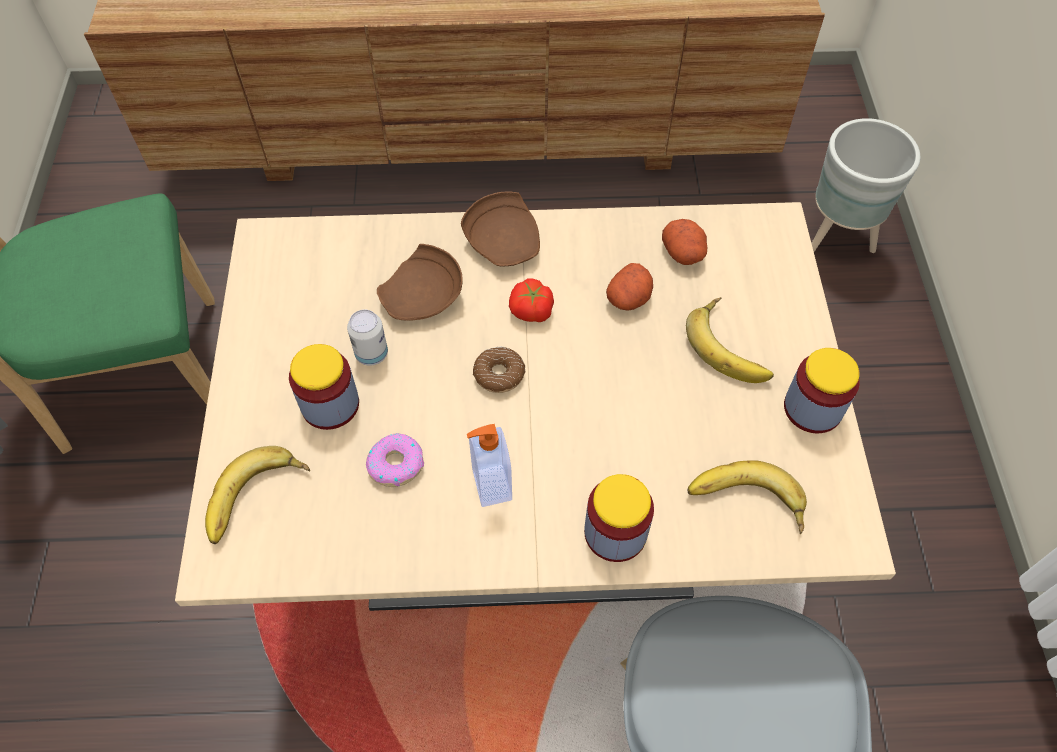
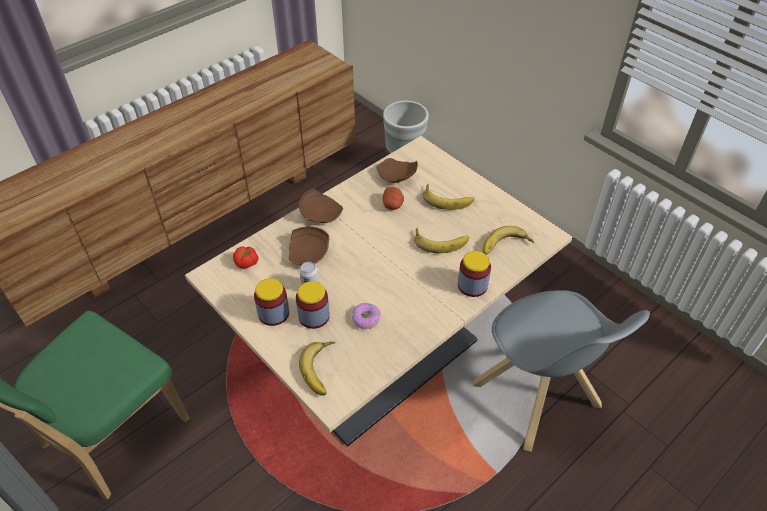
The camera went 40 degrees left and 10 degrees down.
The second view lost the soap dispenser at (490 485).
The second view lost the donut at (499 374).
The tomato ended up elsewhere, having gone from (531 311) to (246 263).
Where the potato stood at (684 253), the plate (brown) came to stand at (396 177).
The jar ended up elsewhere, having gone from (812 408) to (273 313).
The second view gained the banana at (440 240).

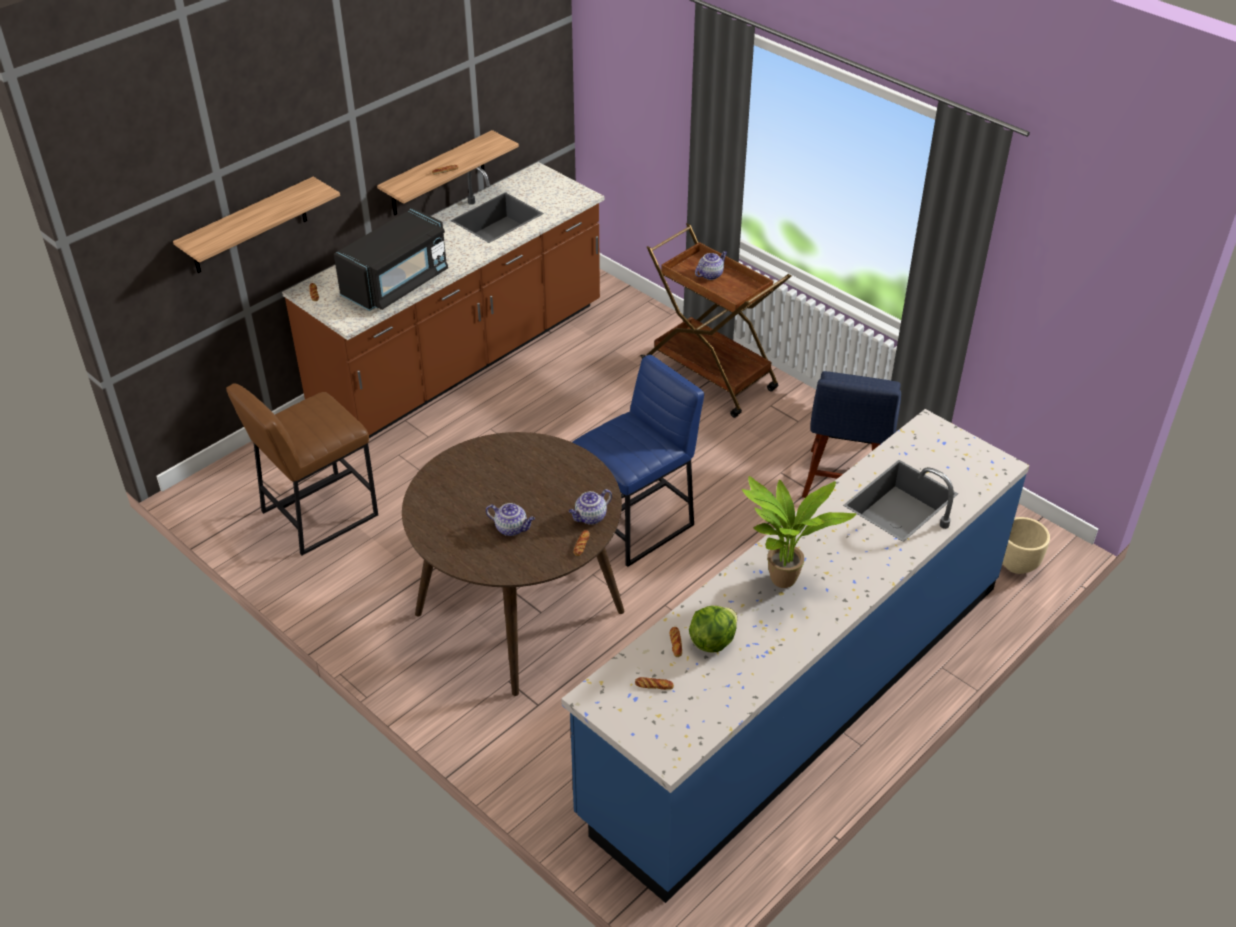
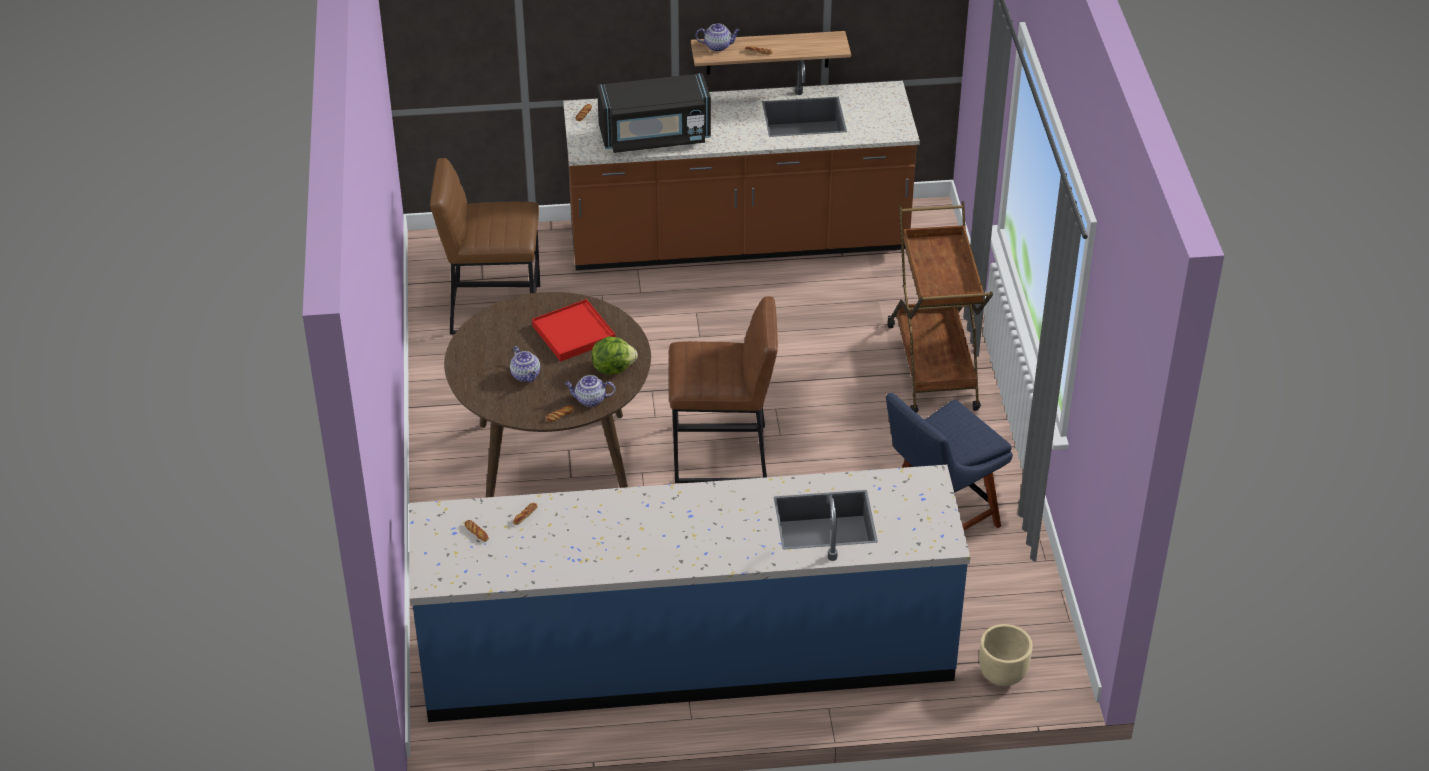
The camera went 40 degrees right and 0 degrees up.
The second view lost the shelf at (249 226).
What was the chair (blue) at (636 523) turned into the chair (brown) at (722 453).
The lettuce ended up elsewhere, having gone from (712 641) to (613 368).
The teapot ended up elsewhere, having gone from (710 274) to (718 46).
The second view lost the potted plant at (782 584).
The second view gained the tray (red) at (574 333).

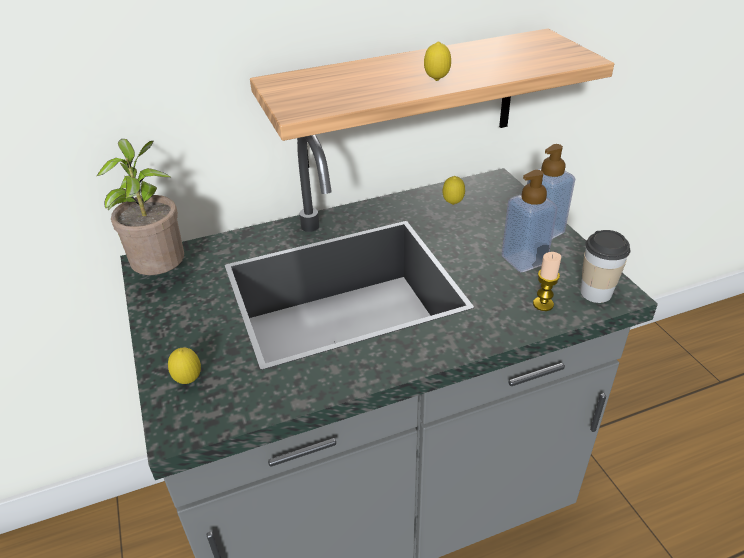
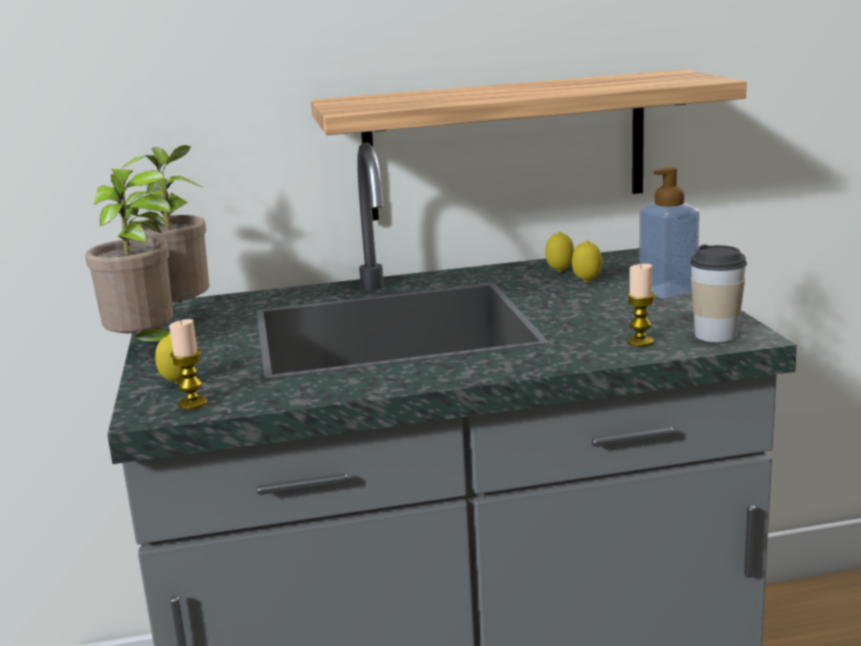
The camera went 10 degrees right and 20 degrees down.
The lemon ended up elsewhere, having gone from (436 80) to (587 282).
The second view lost the soap dispenser at (524 260).
The second view gained the potted plant at (147 350).
The second view gained the candle at (192 403).

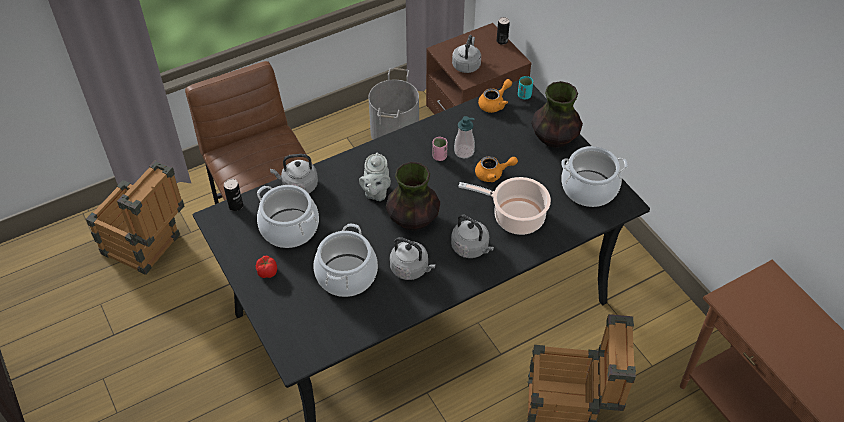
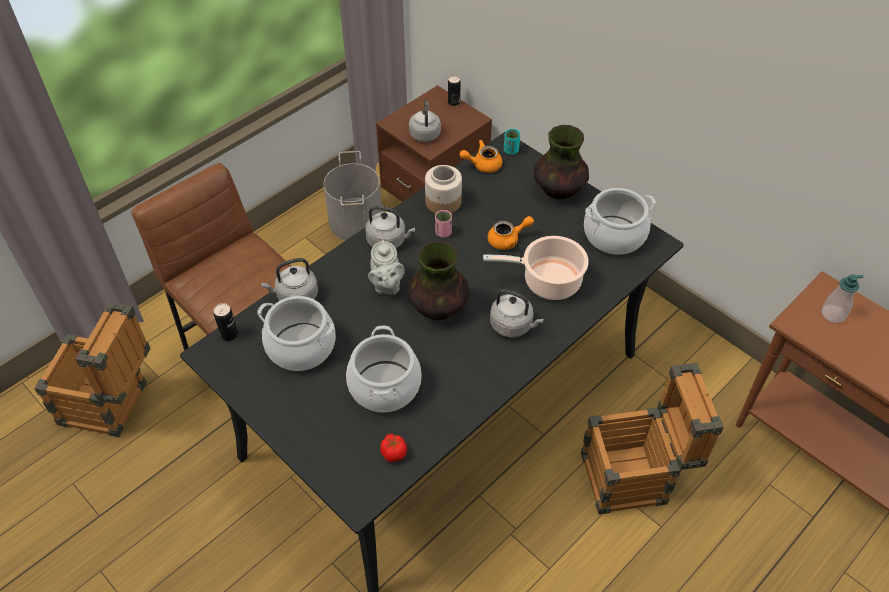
The camera went 15 degrees left and 0 degrees up.
The tomato ended up elsewhere, having gone from (267 271) to (393 453).
The kettle (grey) ended up elsewhere, having gone from (411 269) to (388 241).
The soap dispenser ended up elsewhere, having gone from (464 152) to (833 314).
The teapot (orange) at (494 103) ended up facing another way, 135 degrees counterclockwise from before.
The second view gained the jar at (443 202).

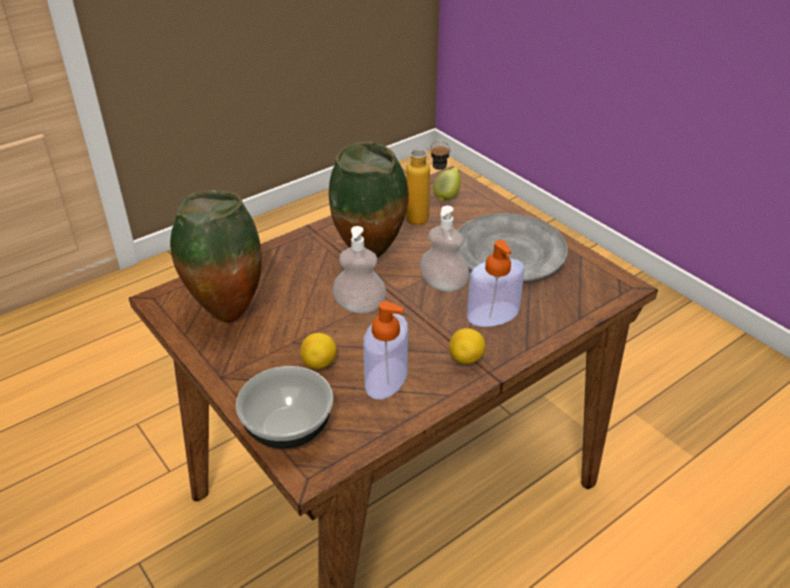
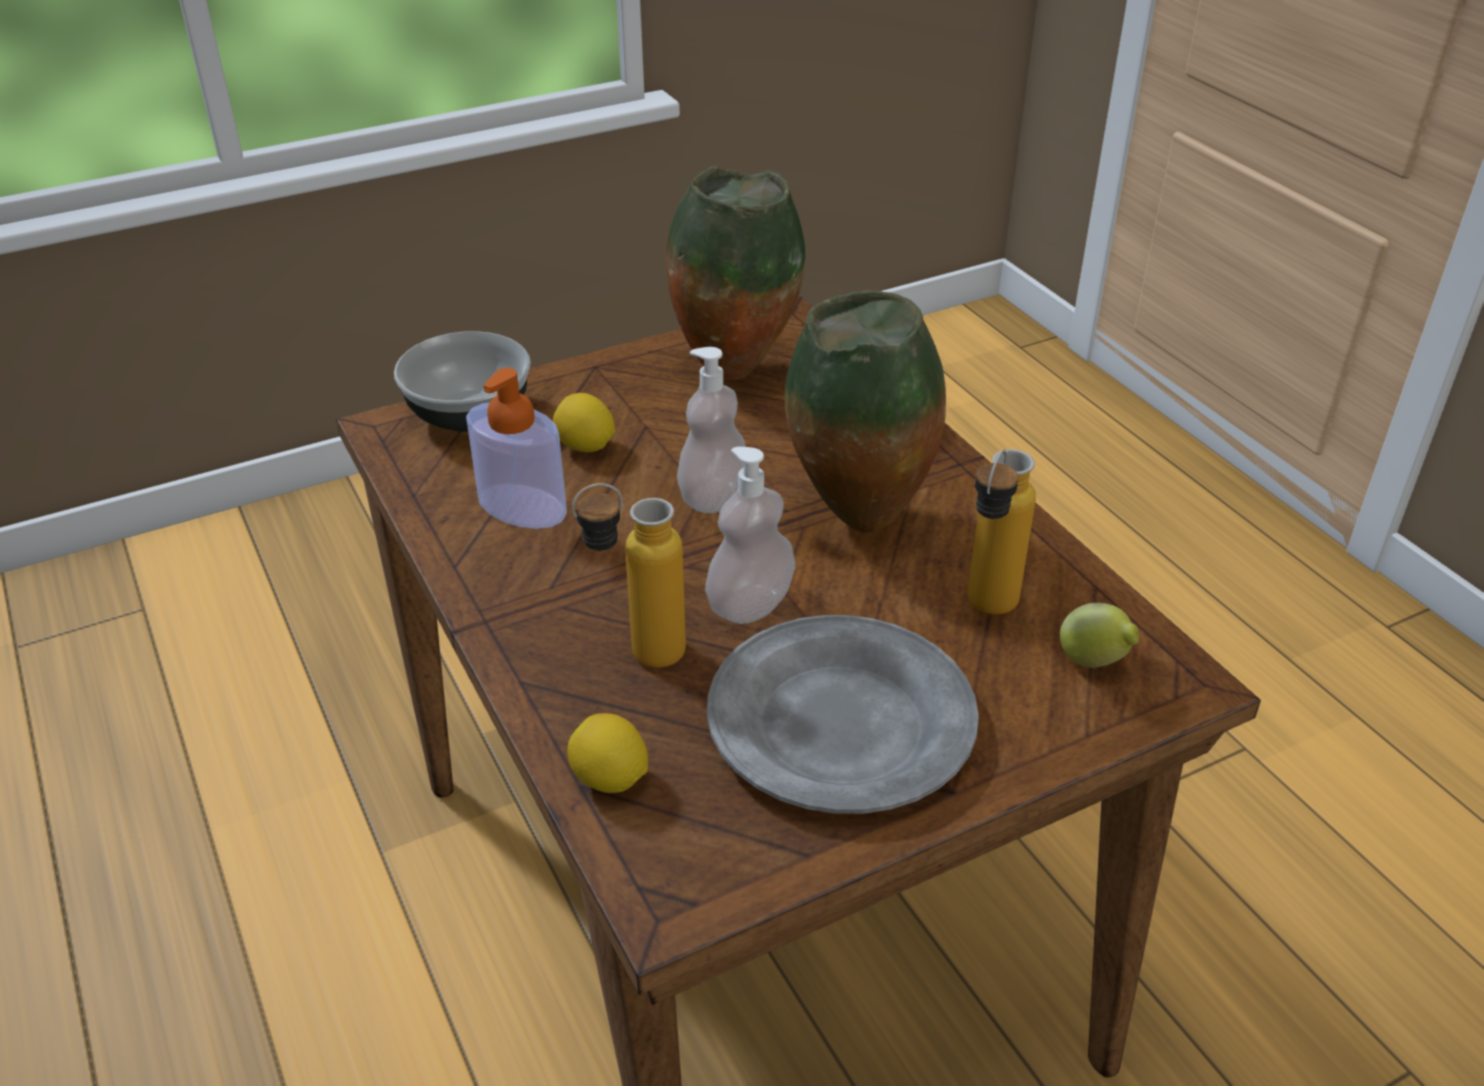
The camera went 100 degrees right and 0 degrees up.
The lemon ended up elsewhere, having gone from (466 359) to (609 779).
Where the soap dispenser stood at (493 314), the bottle came to stand at (636 656).

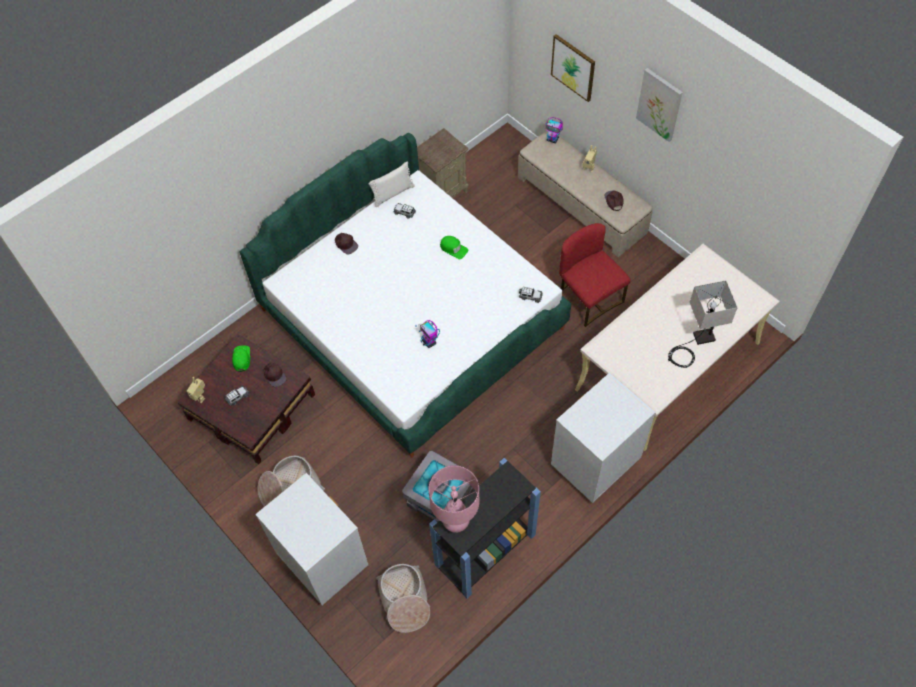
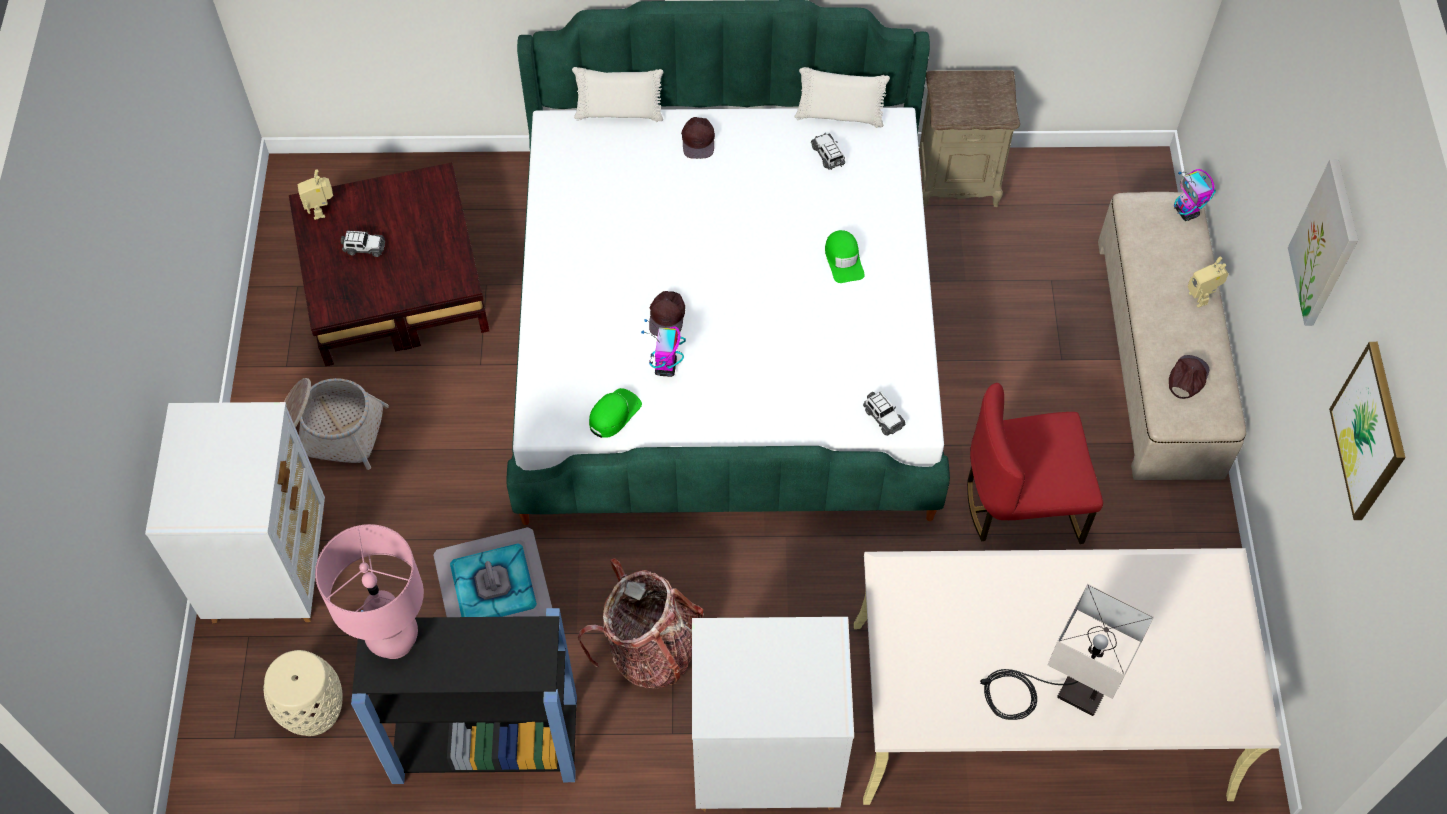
The camera went 40 degrees right and 0 degrees up.
The cap (green) ended up elsewhere, having gone from (241 358) to (614 414).
The cap (brown) ended up elsewhere, having gone from (274 375) to (667 316).
Where the basket stood at (404 600), the stool (beige) came to stand at (312 710).
The picture ended up elsewhere, having gone from (573 67) to (1369 432).
The chair (red) at (589 297) ended up facing another way, 105 degrees counterclockwise from before.
The second view gained the pillow (white) at (619 113).
The second view gained the backpack at (650 649).

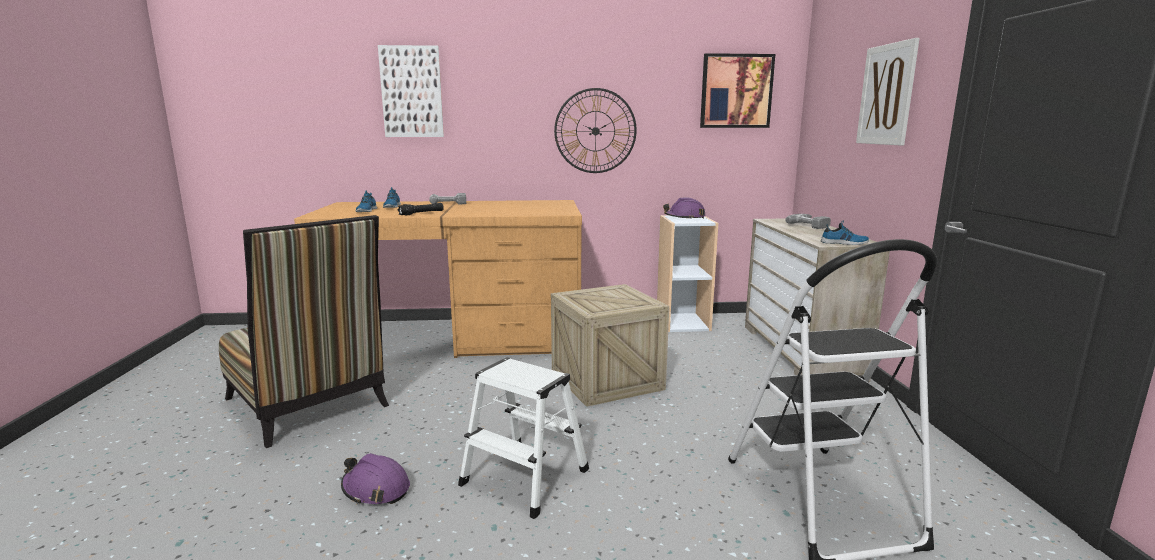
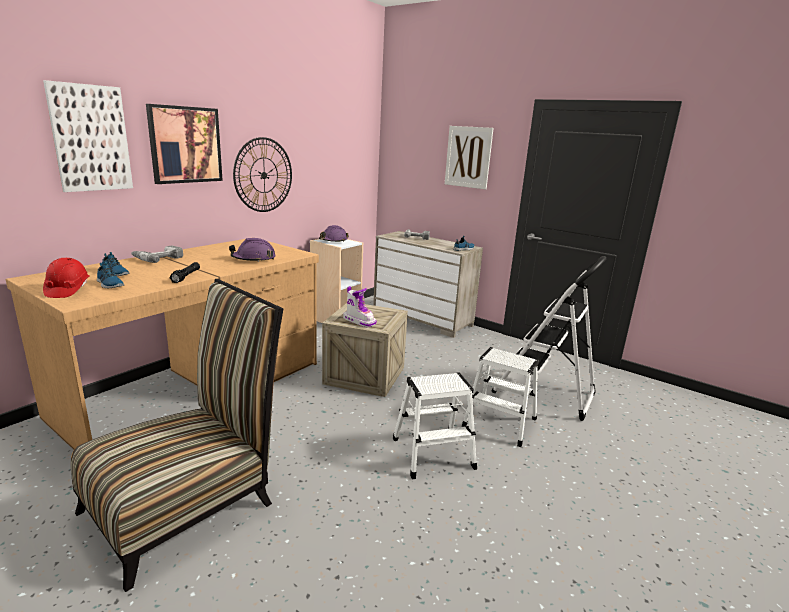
The camera went 50 degrees left and 5 degrees up.
The chair at (310 406) ended up facing another way, 45 degrees counterclockwise from before.
The hard hat (purple) ended up elsewhere, having gone from (375 489) to (253 259).
The picture ended up elsewhere, having gone from (736 91) to (185 145).
The second view gained the hard hat (red) at (67 290).
The second view gained the boot at (359 321).
The second view gained the step ladder (white) at (500 422).

